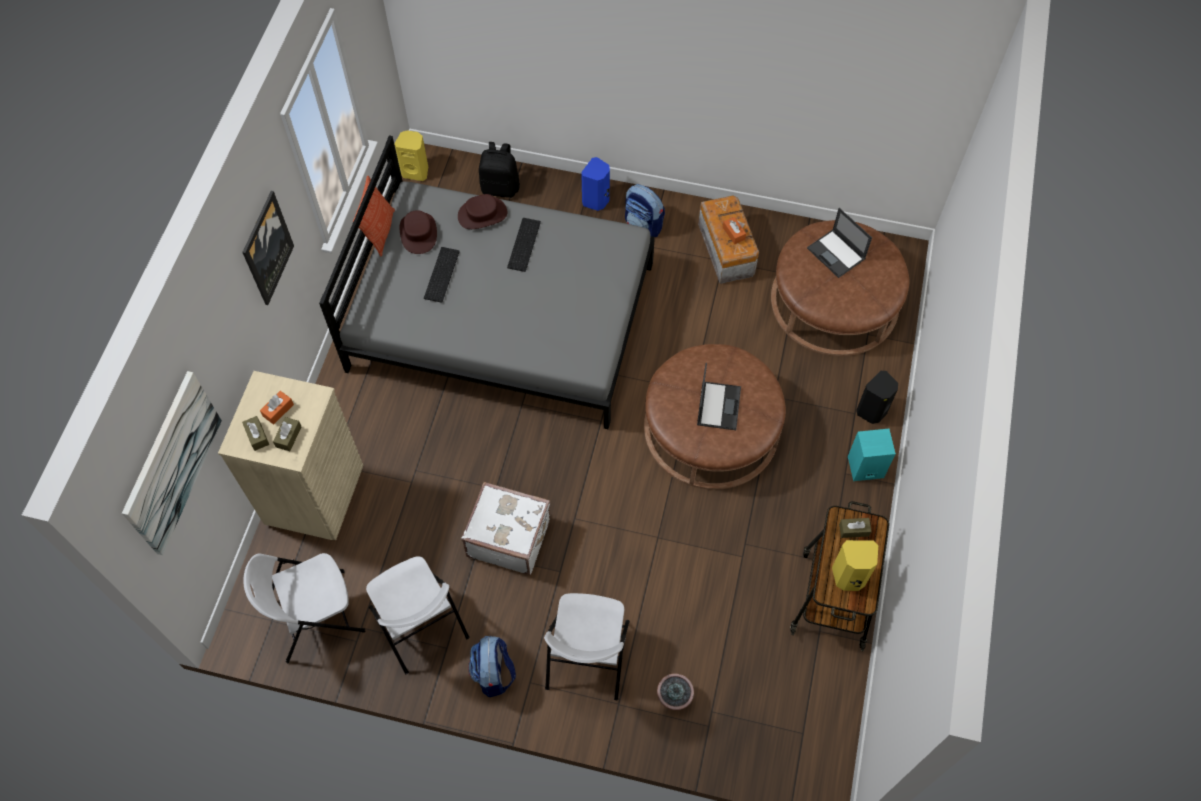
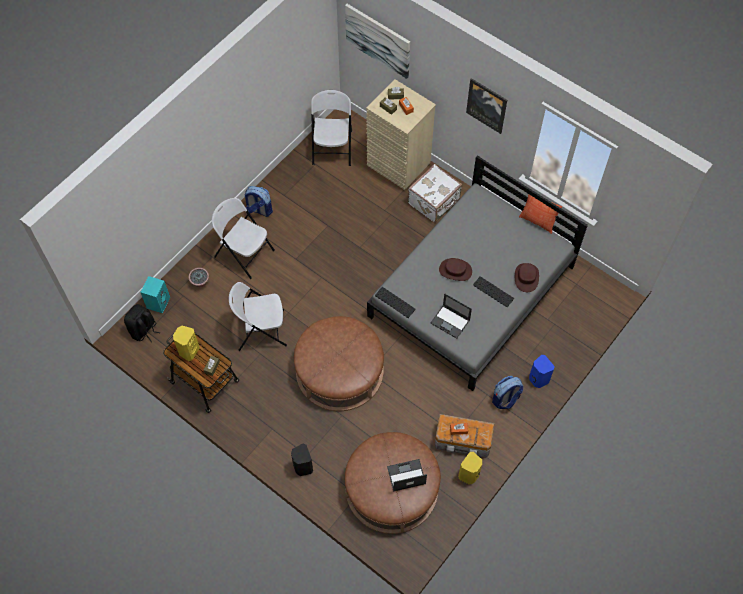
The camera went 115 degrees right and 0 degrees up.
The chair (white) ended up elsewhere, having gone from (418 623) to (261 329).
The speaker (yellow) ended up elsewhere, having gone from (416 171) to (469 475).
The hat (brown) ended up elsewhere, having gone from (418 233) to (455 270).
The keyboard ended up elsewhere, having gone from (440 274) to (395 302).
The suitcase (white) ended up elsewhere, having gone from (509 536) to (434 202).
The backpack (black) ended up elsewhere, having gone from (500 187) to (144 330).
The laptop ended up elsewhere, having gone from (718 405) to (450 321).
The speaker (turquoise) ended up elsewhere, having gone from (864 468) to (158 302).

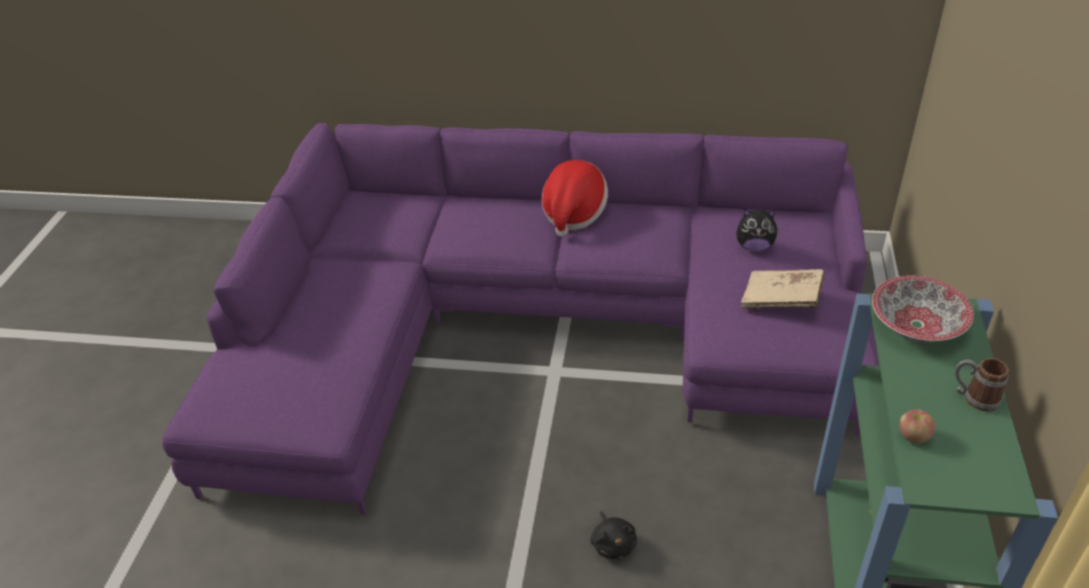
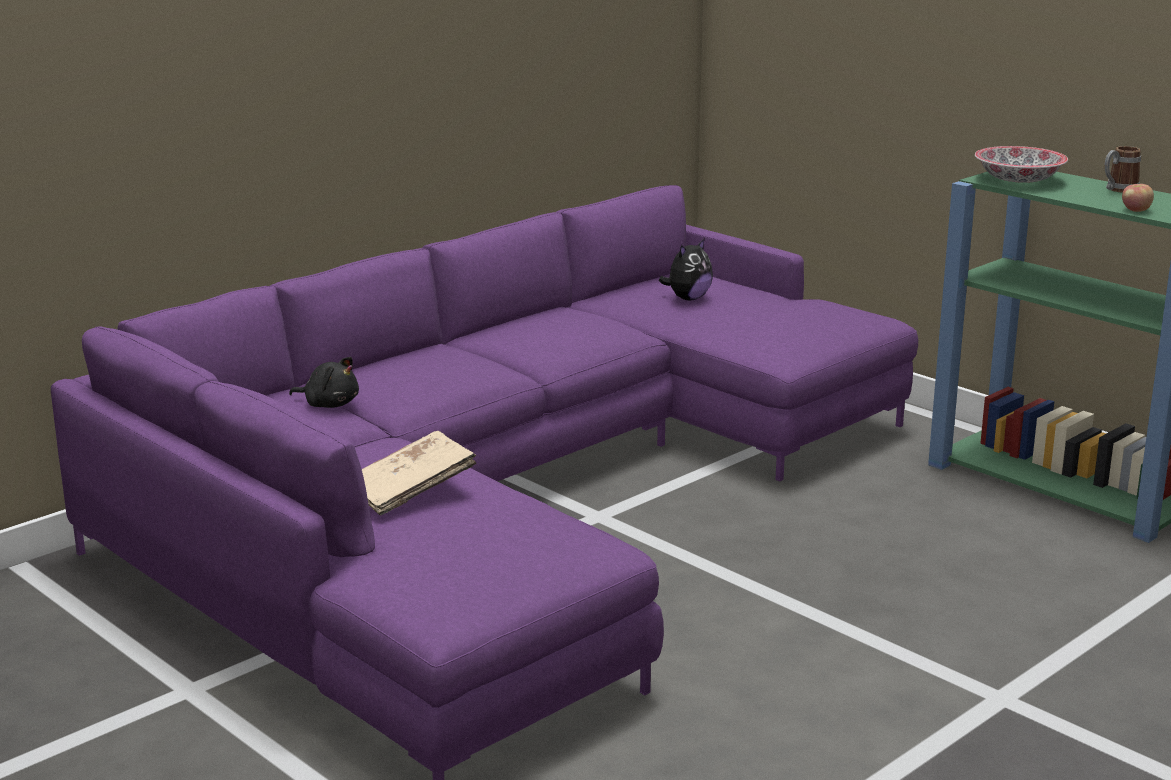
The camera went 55 degrees left and 20 degrees down.
The second view lost the hat at (573 213).
The plush toy (black) ended up elsewhere, having gone from (613 543) to (329 404).
The book (beige) ended up elsewhere, having gone from (781 299) to (411 491).

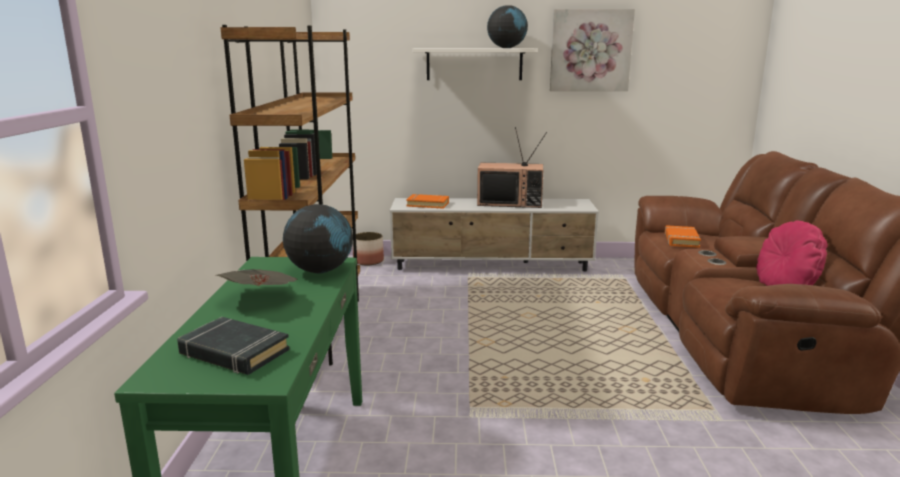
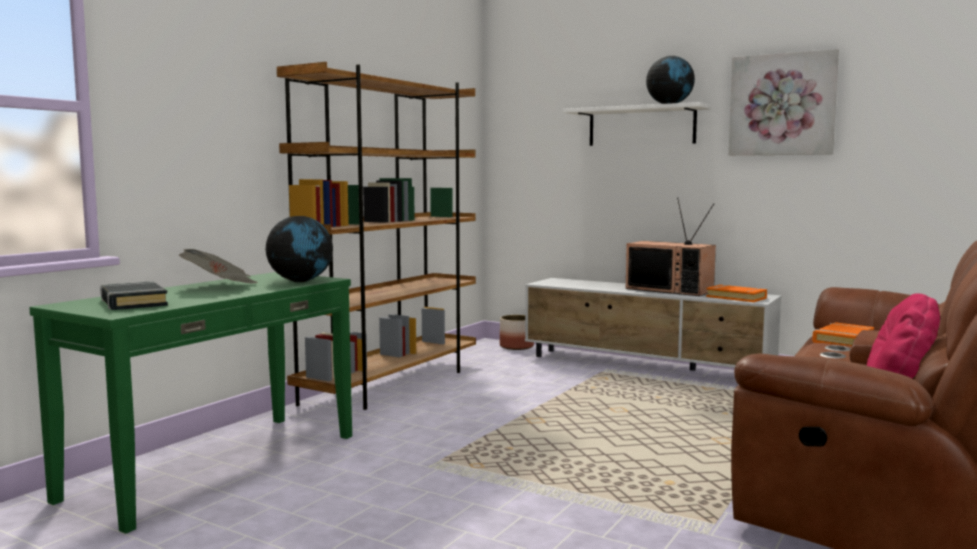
The camera went 30 degrees right and 10 degrees down.
The book (orange) ended up elsewhere, having gone from (428 204) to (736 297).

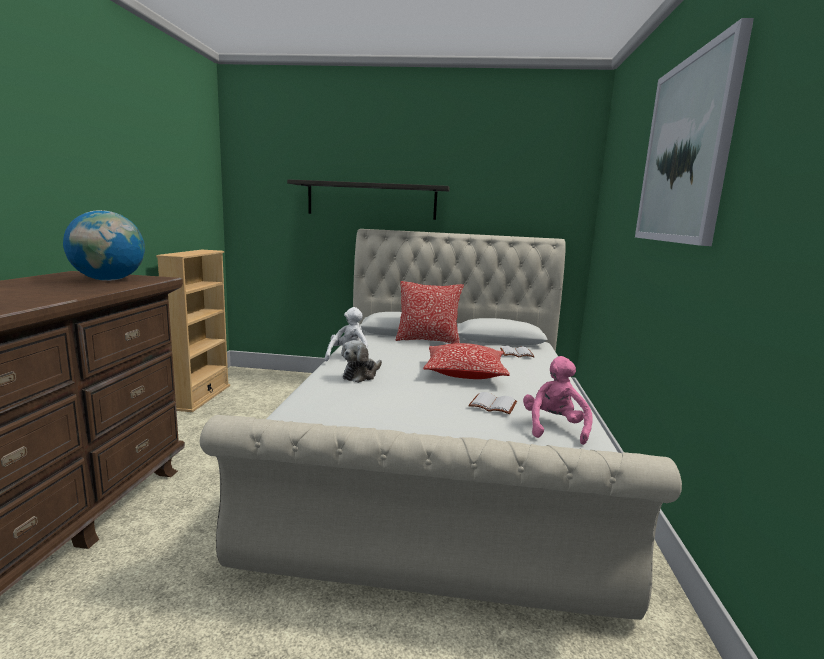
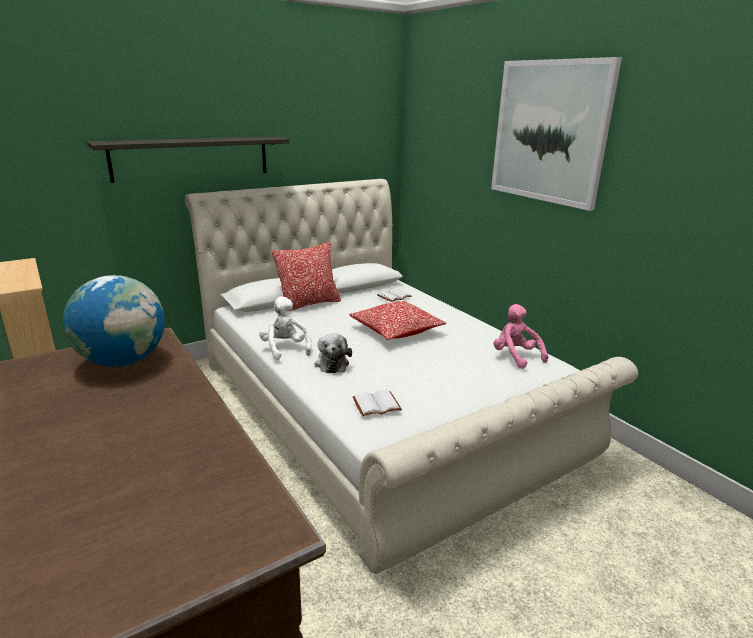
The camera went 40 degrees left and 10 degrees up.
The book (white) ended up elsewhere, having gone from (494 405) to (377 404).

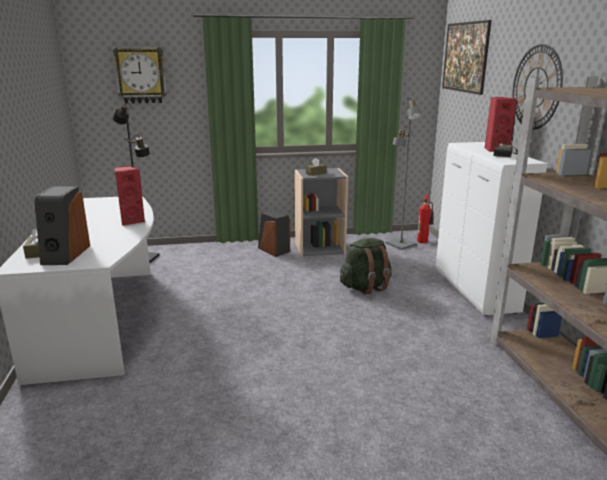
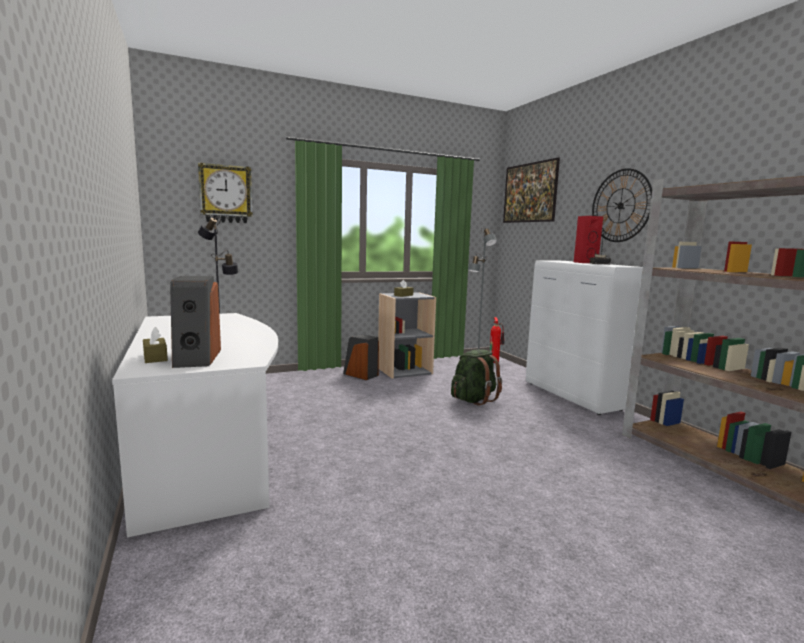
The camera went 15 degrees left and 10 degrees down.
The second view lost the speaker (red) at (131 221).

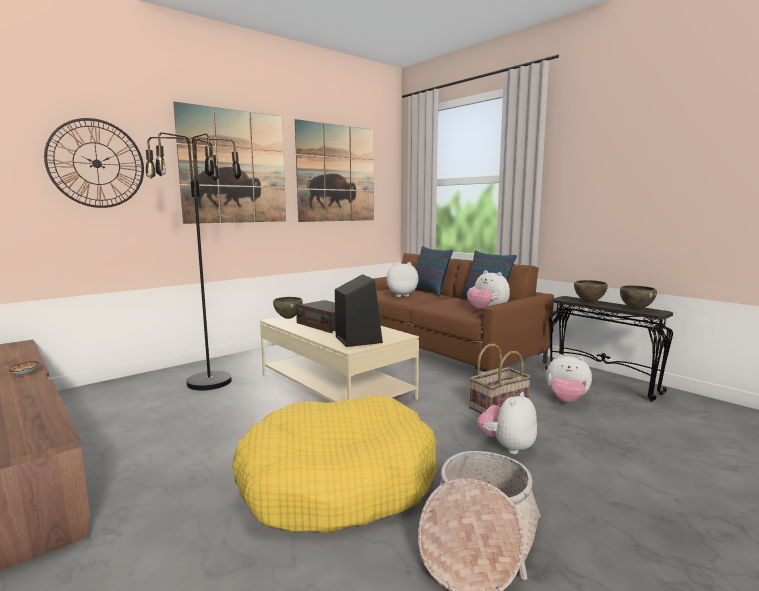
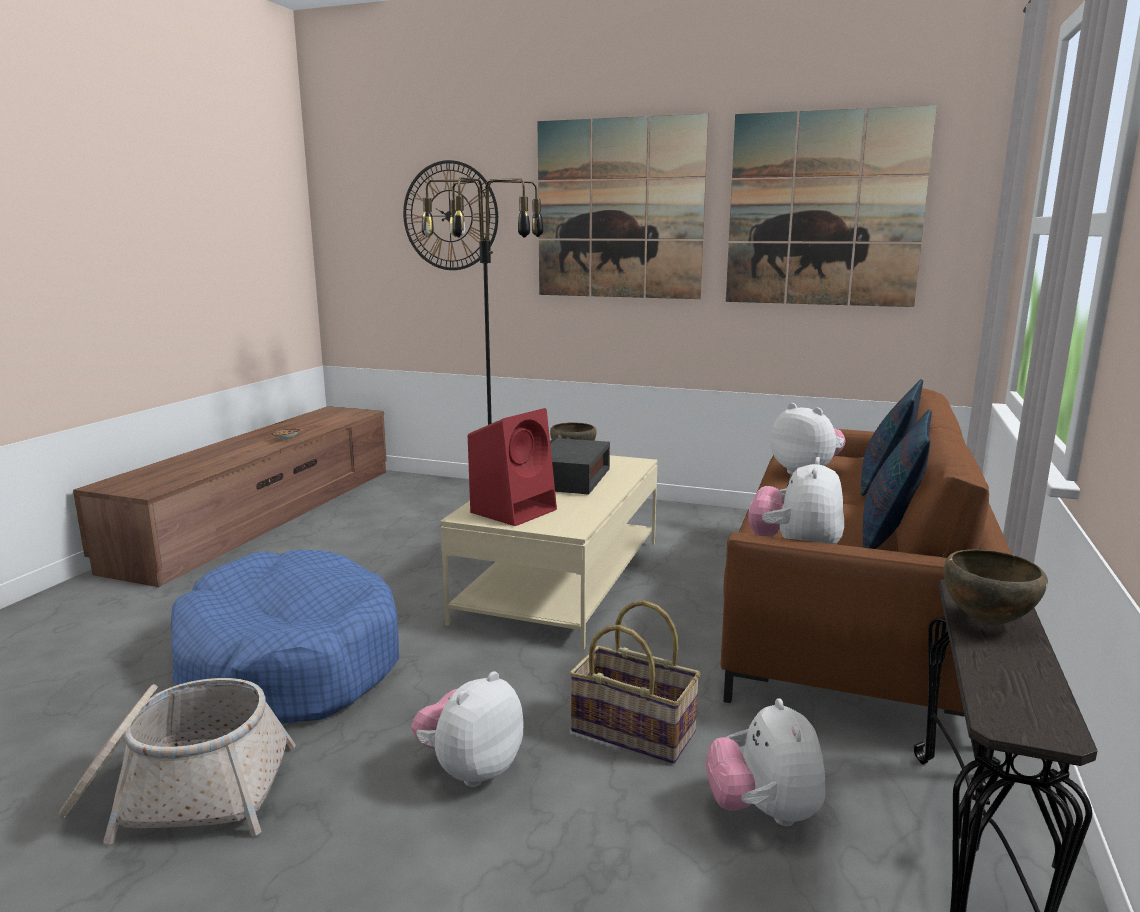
The camera went 60 degrees right and 5 degrees up.
What was the dog bed (yellow) at (337 482) turned into the dog bed (blue) at (289 662).
What was the speaker (black) at (357 339) turned into the speaker (red) at (514 510).
The plush toy at (507 447) ended up facing another way, 60 degrees counterclockwise from before.
The second view lost the bowl (brown) at (635 309).

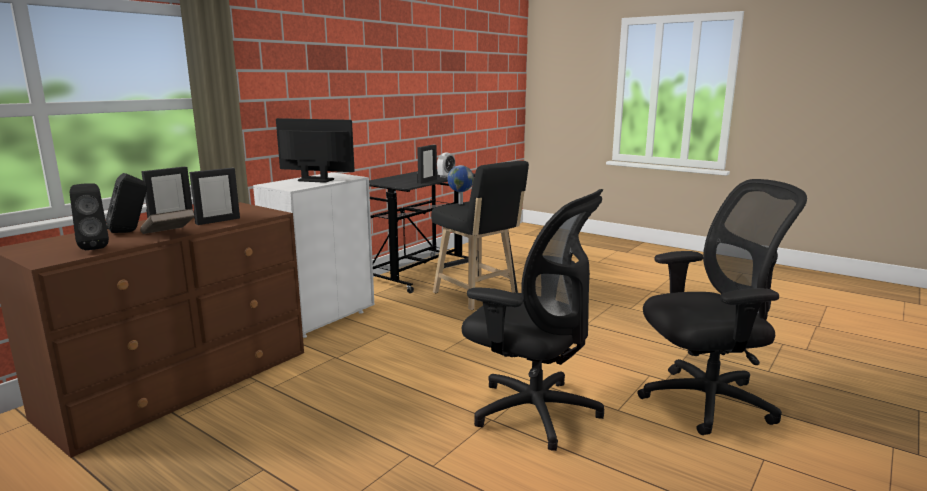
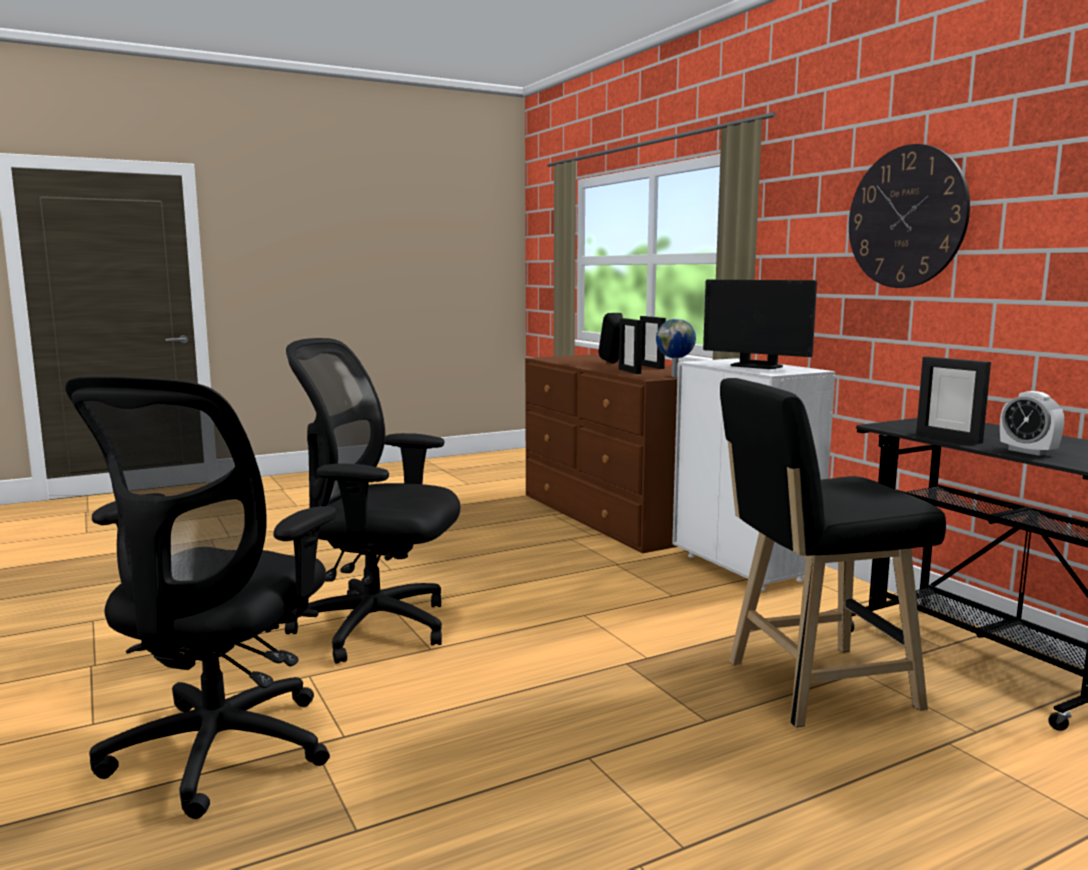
The camera went 115 degrees right and 5 degrees down.
The second view lost the speaker (black) at (95 247).
The second view lost the book (brown) at (168 234).
The monitor at (316 180) ended up facing another way, 90 degrees clockwise from before.
The globe ended up elsewhere, having gone from (460 203) to (675 376).
The office chair (black) at (527 411) ended up facing another way, 45 degrees clockwise from before.
The second view gained the wall clock at (906 217).

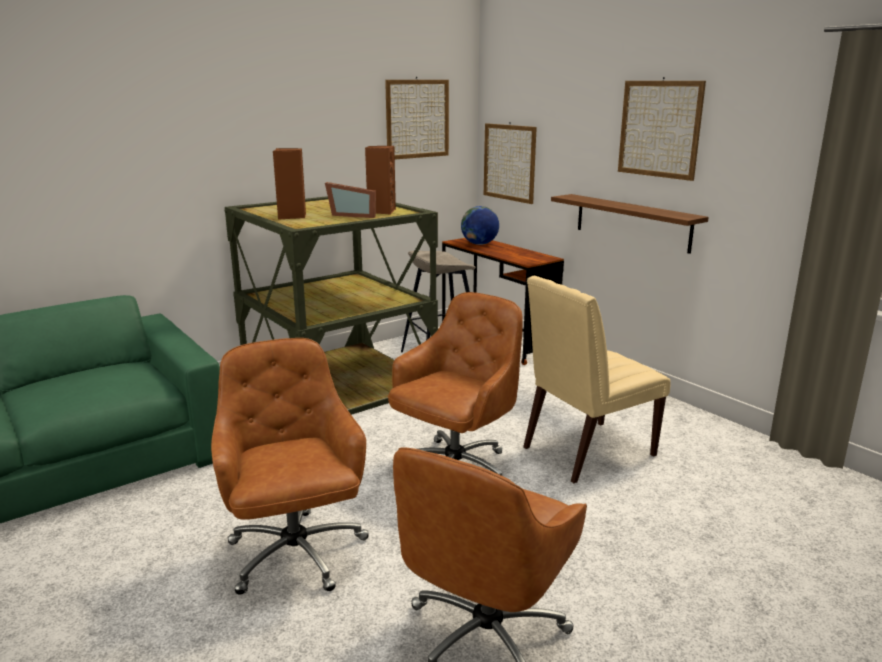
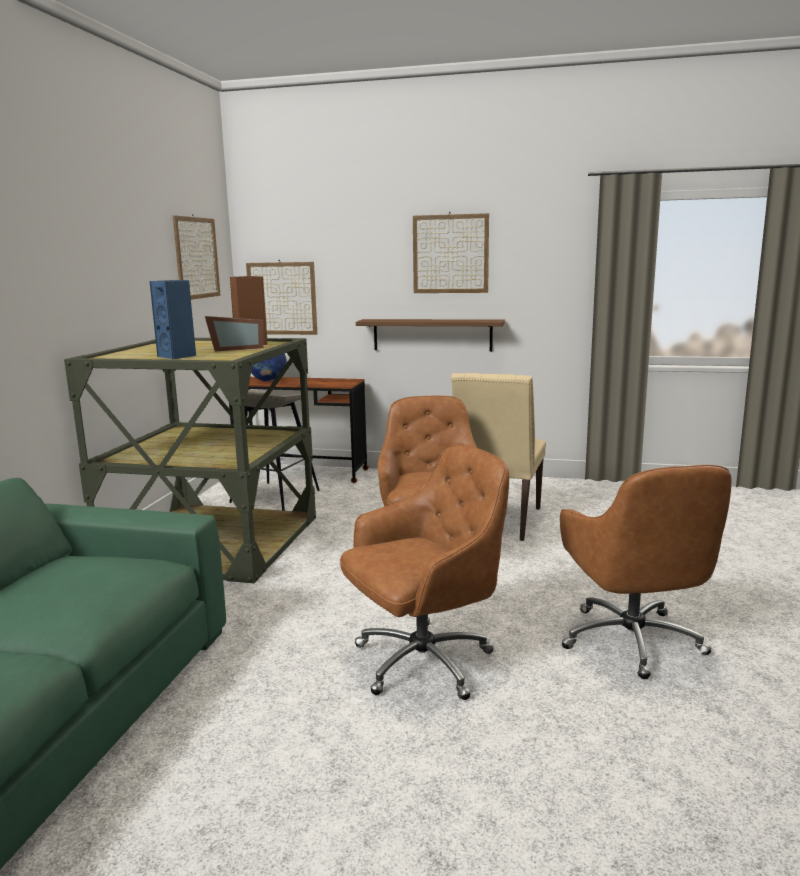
The camera went 40 degrees left and 5 degrees down.
The office chair (brown) at (296 553) ended up facing another way, 120 degrees clockwise from before.
What was the speaker (brown) at (292 216) turned into the speaker (blue) at (178 356).

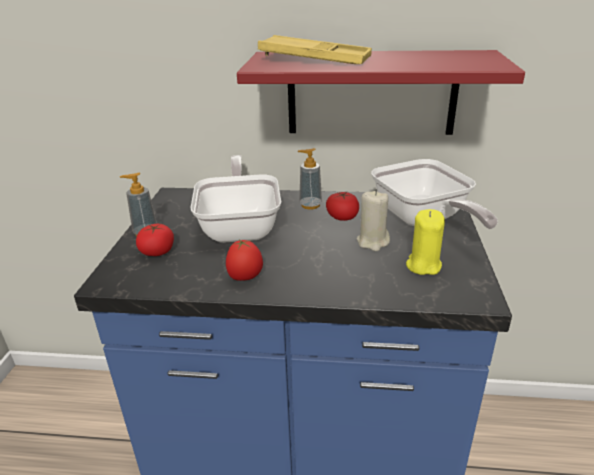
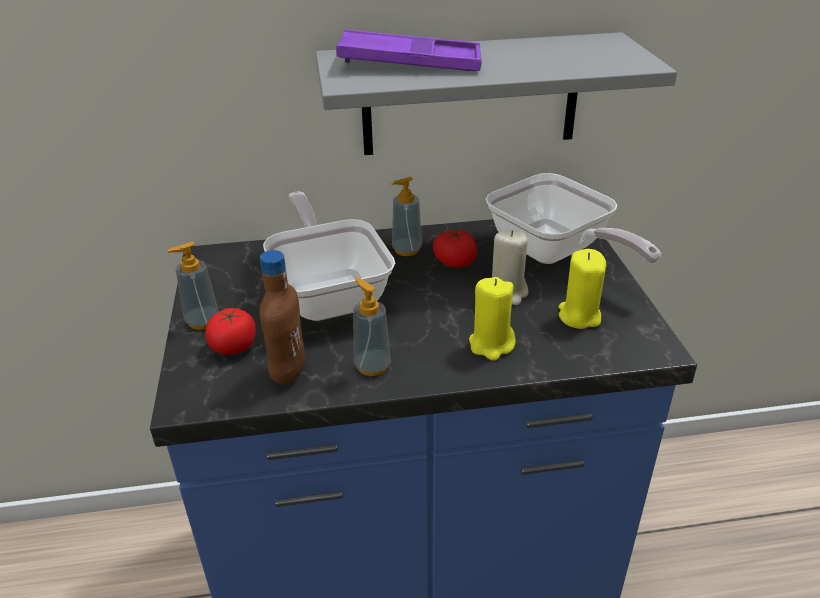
The camera went 15 degrees left and 5 degrees up.
Where the tomato stood at (245 278), the soap dispenser came to stand at (372 366).
What was the shelf (red) at (371 93) turned into the shelf (grey) at (470 95).
What was the tray (yellow) at (315 59) turned into the tray (purple) at (410 63).
The second view gained the bottle (brown) at (288 371).
The second view gained the candle (yellow) at (491 344).

